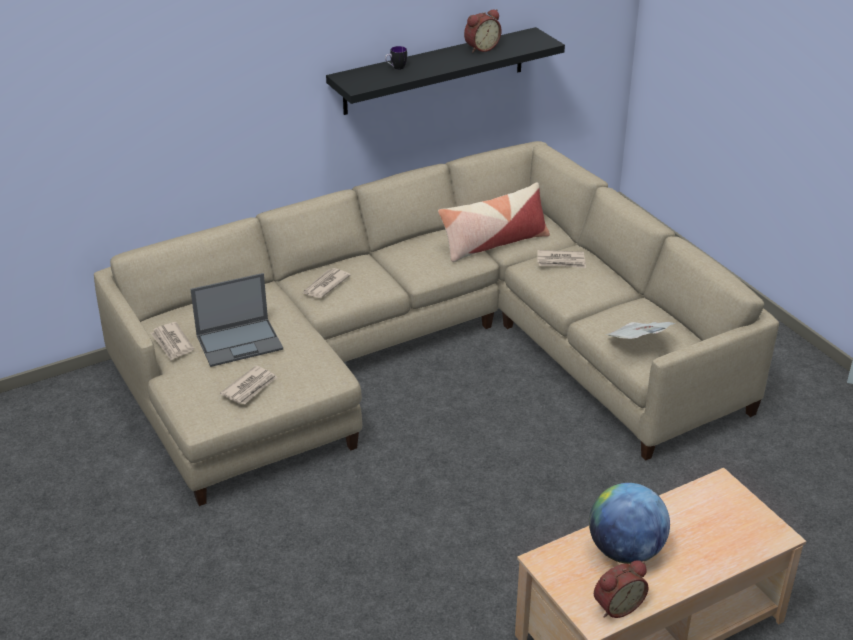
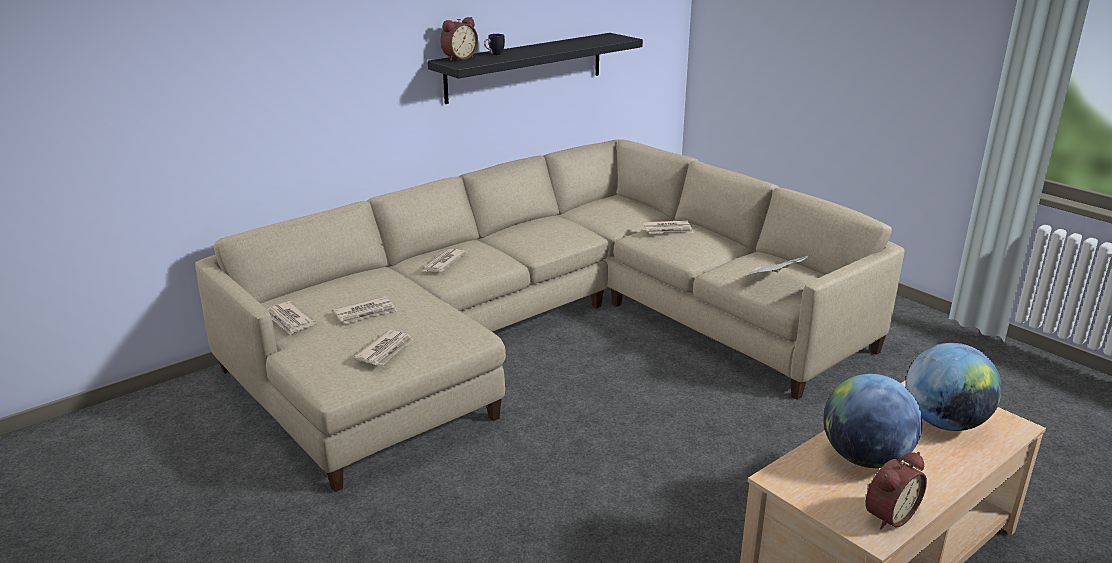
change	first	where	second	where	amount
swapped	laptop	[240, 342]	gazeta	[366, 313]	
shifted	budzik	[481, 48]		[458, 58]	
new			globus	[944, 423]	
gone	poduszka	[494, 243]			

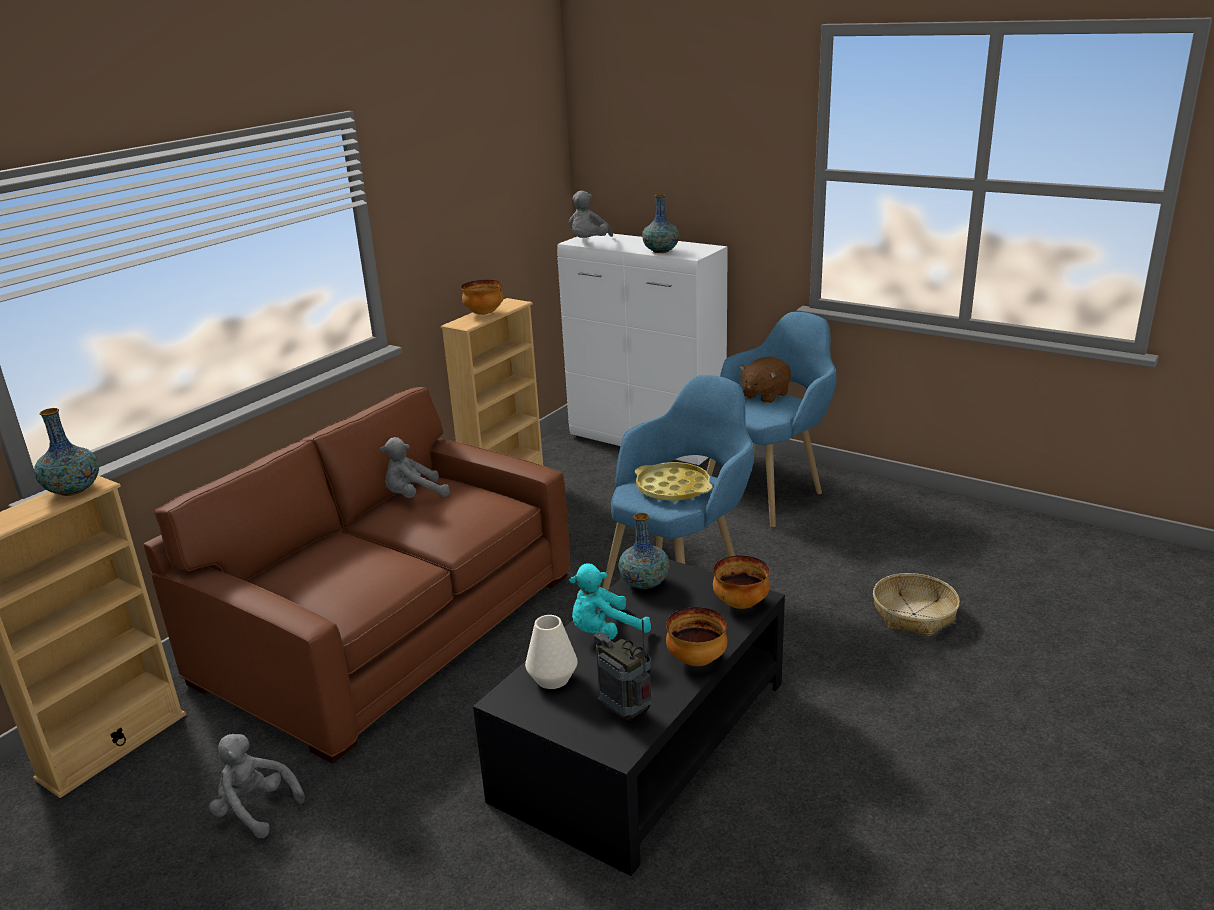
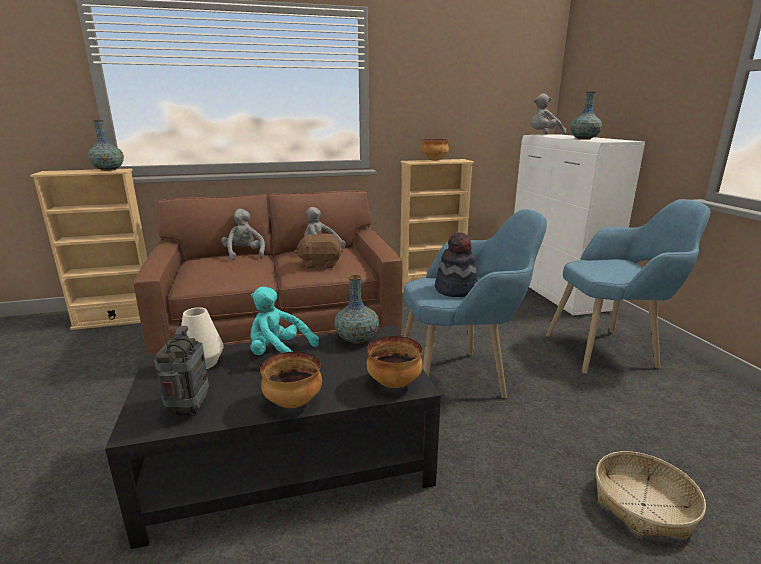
change	first	where	second	where	amount
shifted	pluszak/szary	[255, 809]		[244, 254]	
shifted	pluszak/brązowy	[764, 395]		[320, 264]	
swapped	taca/żółty	[673, 488]	kapelusz	[456, 289]	

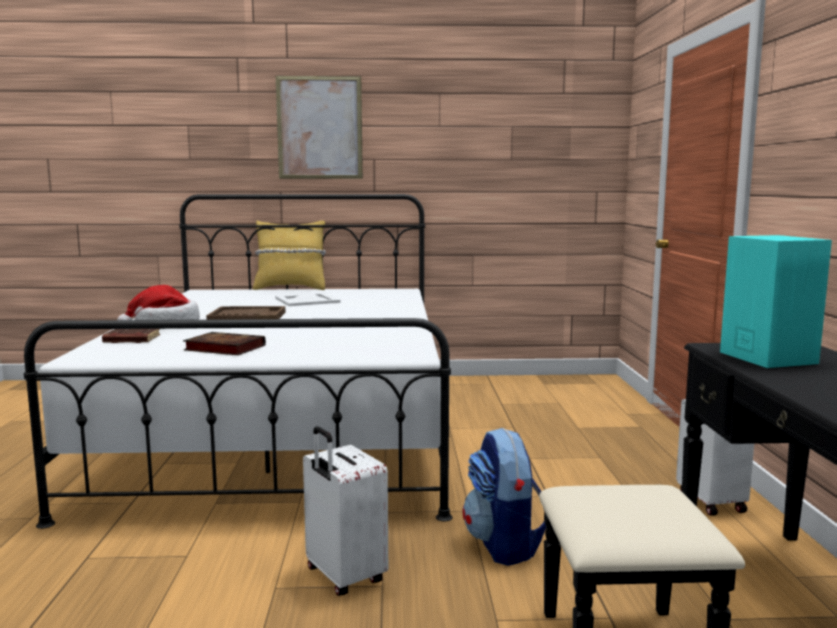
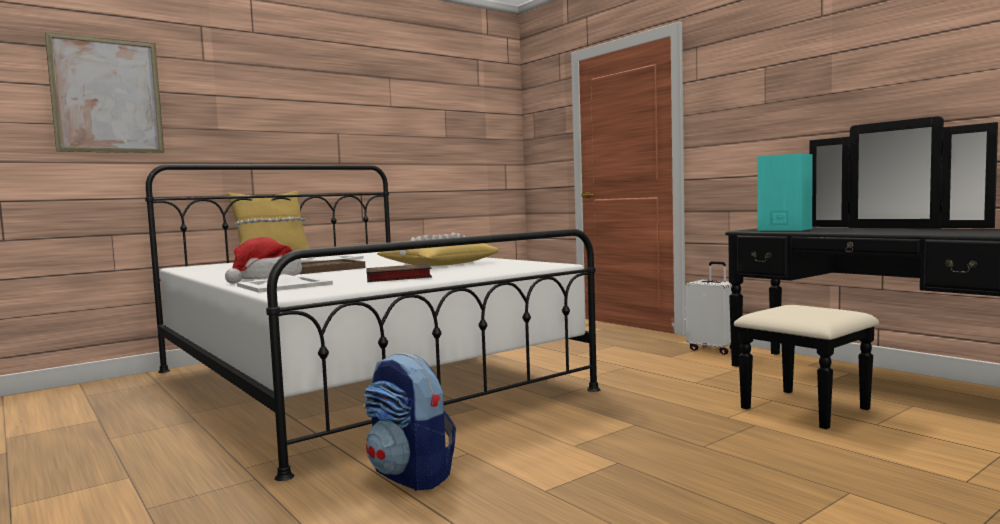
change	first	where	second	where	amount
shifted	obraz	[319, 128]		[107, 95]	
swapped	książka/brązowy	[131, 340]	taca/biały	[283, 285]	
shifted	plecak	[504, 545]		[411, 476]	
new			poduszka/żółty	[437, 264]	
gone	walizka/biały	[343, 577]			

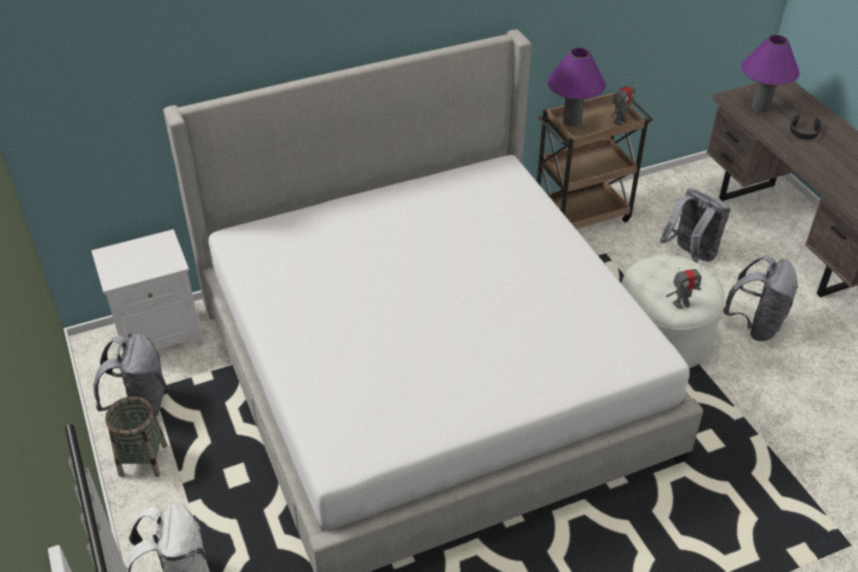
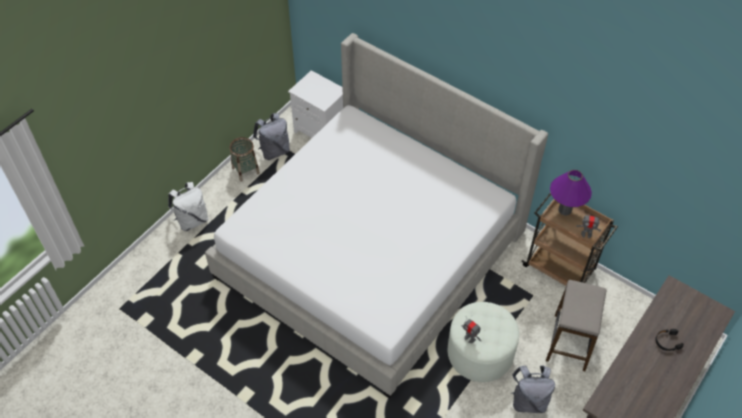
change	first	where	second	where	amount
swapped	plecak/szary	[690, 255]	stołek	[569, 342]	
gone	lampa stołowa/fioletowy	[760, 107]			

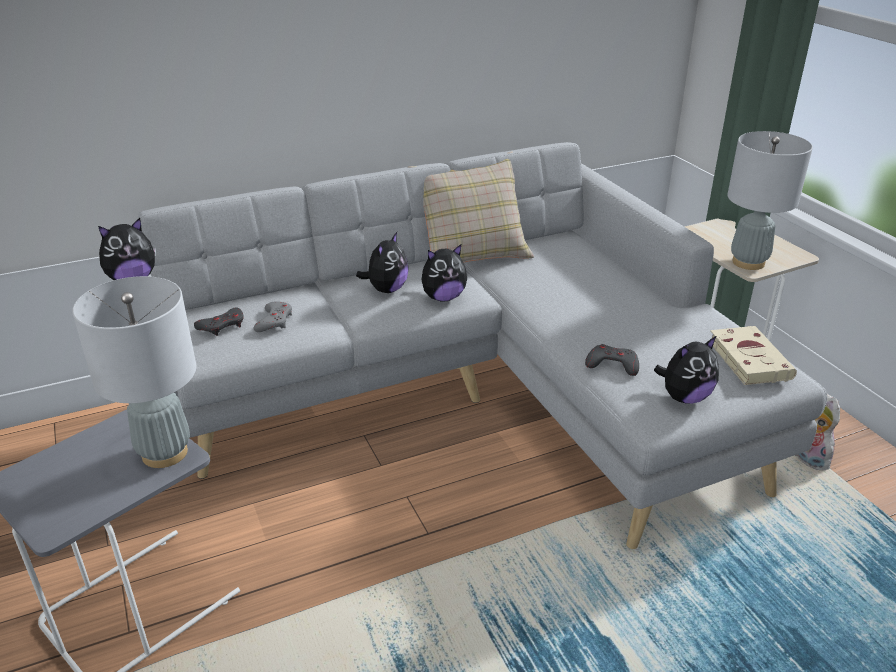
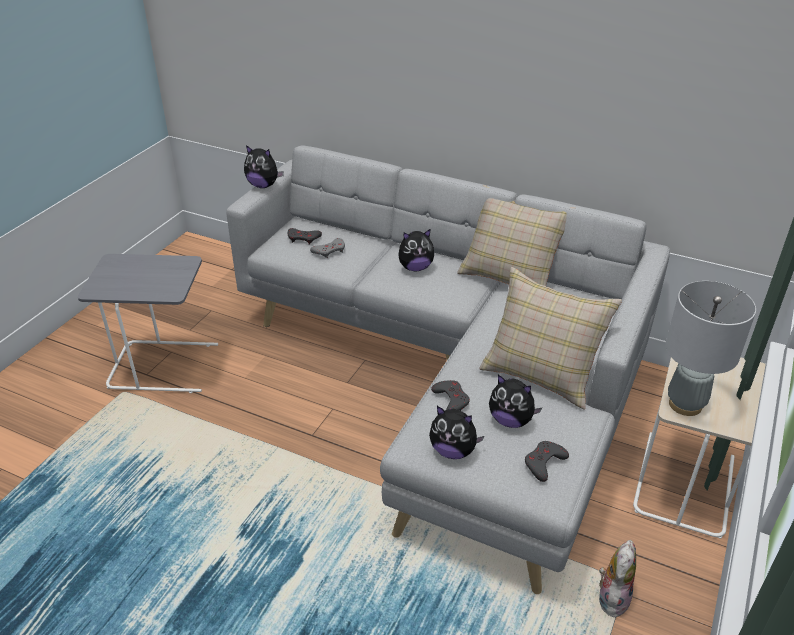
change	first	where	second	where	amount
new			poduszka/beżowy	[542, 372]	
shifted	pluszak	[443, 297]		[511, 420]	
swapped	książka/beżowy	[747, 358]	pad do gier/szary	[544, 463]	
gone	lampa stołowa/szary	[165, 453]			

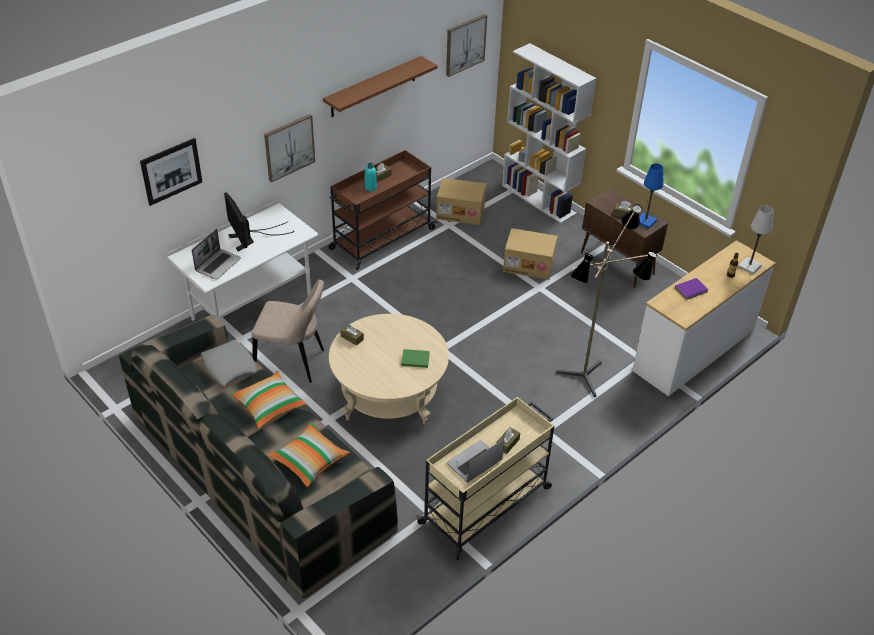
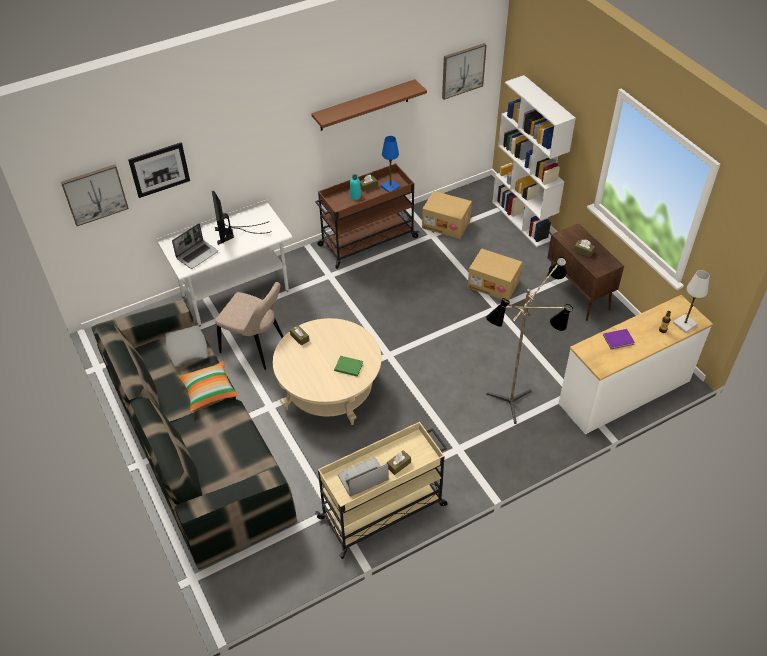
change	first	where	second	where	amount
shifted	obraz	[289, 147]		[95, 194]	
shifted	lampa stołowa/niebieski	[645, 221]		[390, 187]	
gone	poduszka	[310, 460]			

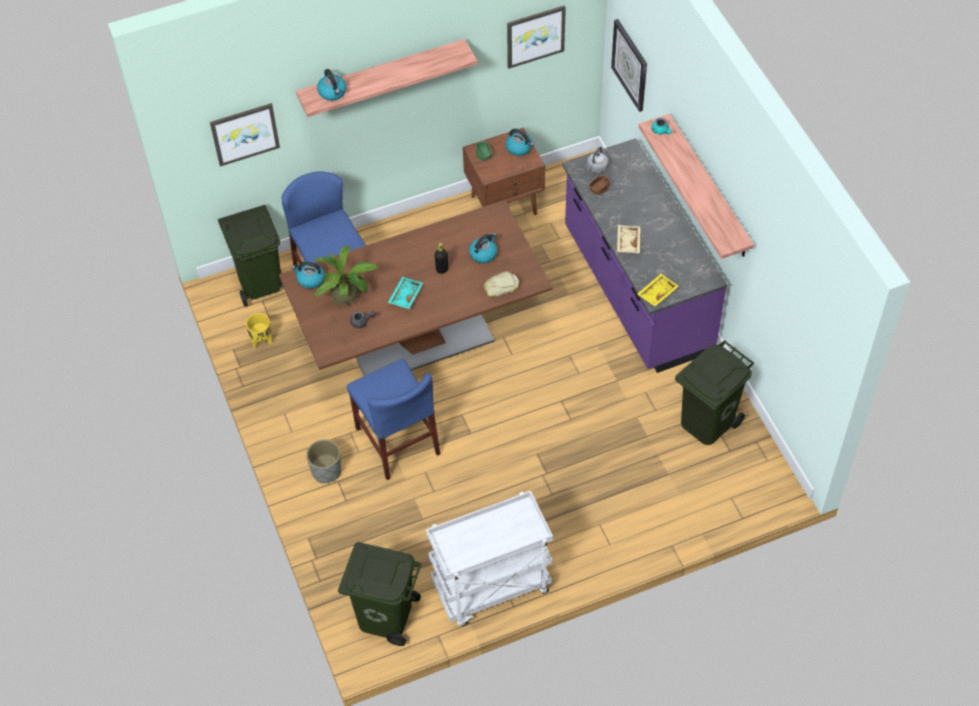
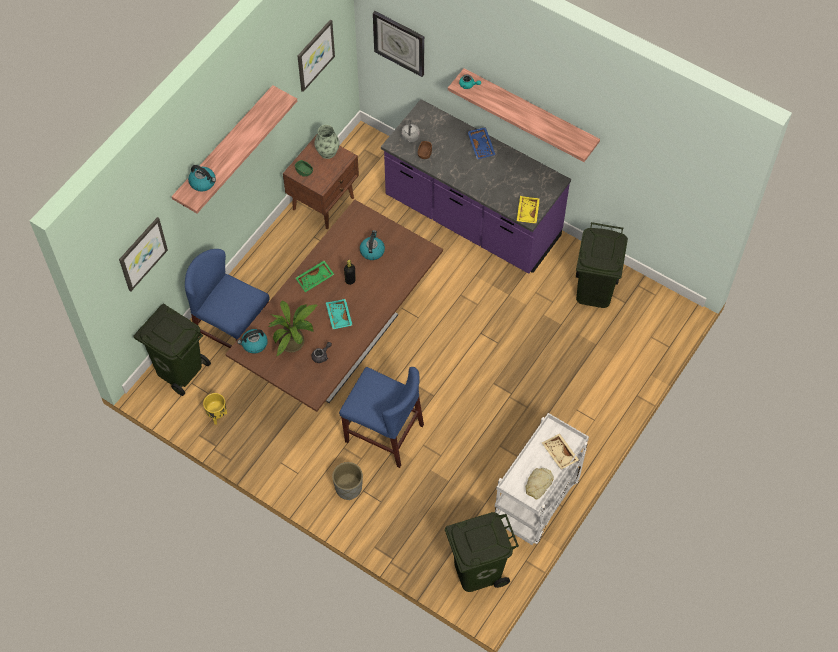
change	first	where	second	where	amount
new			taca/zielony	[315, 279]	
swapped	czajnik	[519, 148]	wazon	[327, 151]	
new			taca/niebieski	[481, 146]	
shifted	chleb	[501, 286]		[538, 484]	
shifted	taca/beżowy	[627, 242]		[559, 454]	

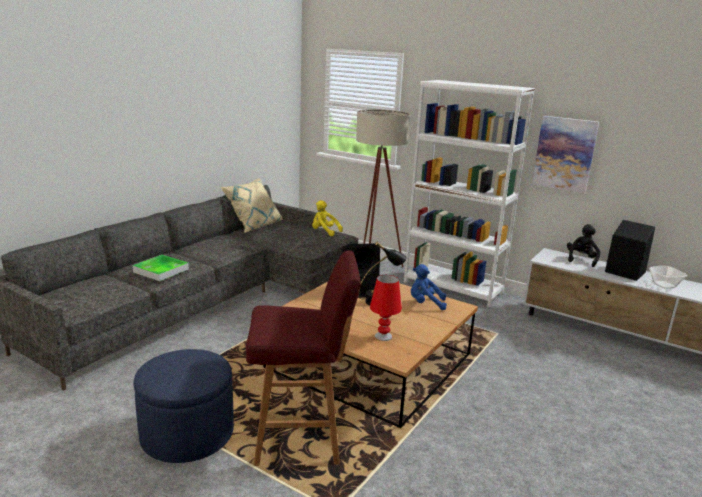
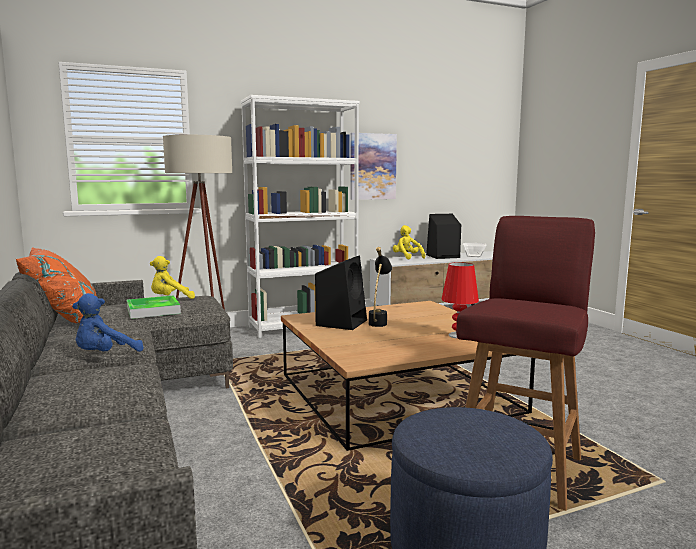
change	first	where	second	where	amount
repainted	poduszka/beżowy	[254, 225]	poduszka/pomarańczowy	[64, 318]	
shifted	pluszak/niebieski	[425, 304]		[105, 355]	
shifted	taca	[161, 270]		[153, 310]	
repainted	pluszak/czarny	[581, 259]	pluszak/żółty	[407, 257]	

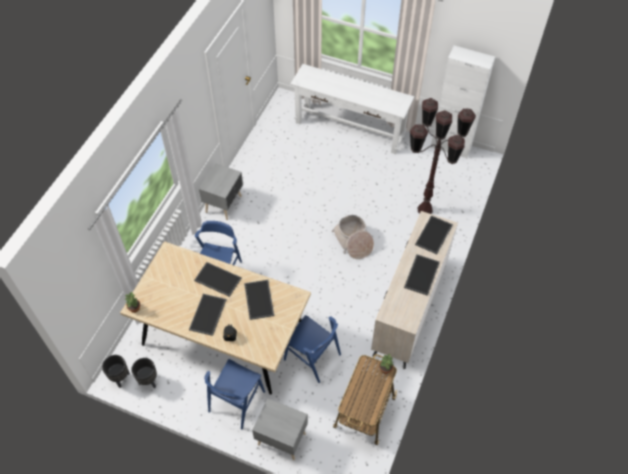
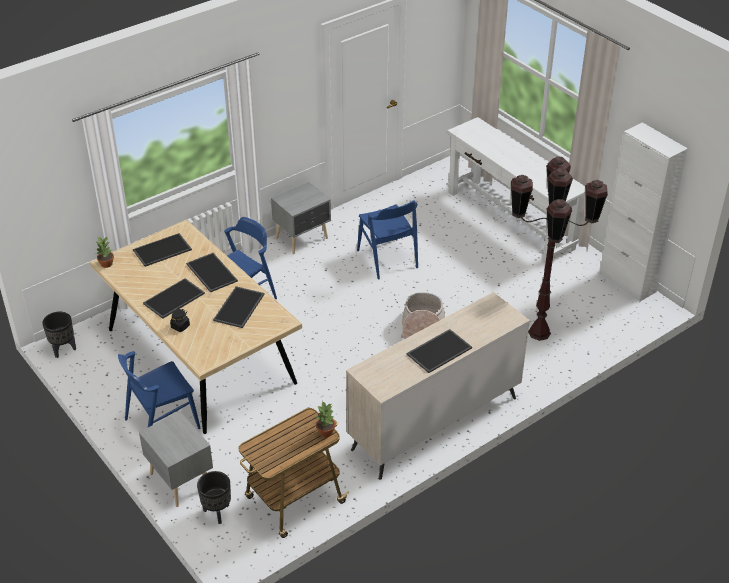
change	first	where	second	where	amount
shifted	taca	[434, 235]		[162, 251]	
shifted	donica/czarny	[148, 381]		[217, 512]	
shifted	krzesło/niebieski	[312, 357]		[387, 259]	

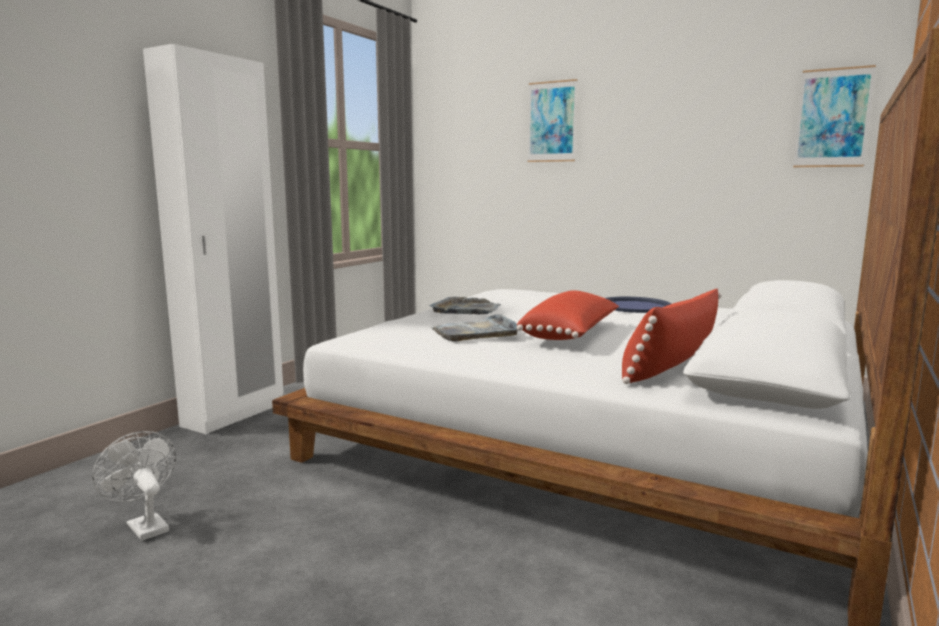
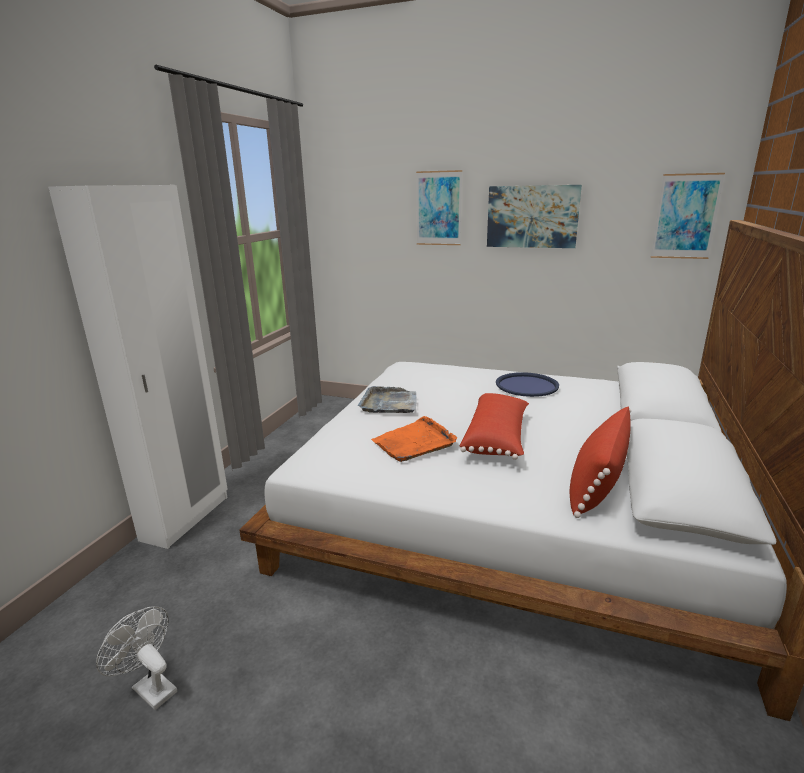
change	first	where	second	where	amount
repainted	taca/szary	[476, 332]	taca/pomarańczowy	[414, 442]	
new			obraz	[532, 216]	

